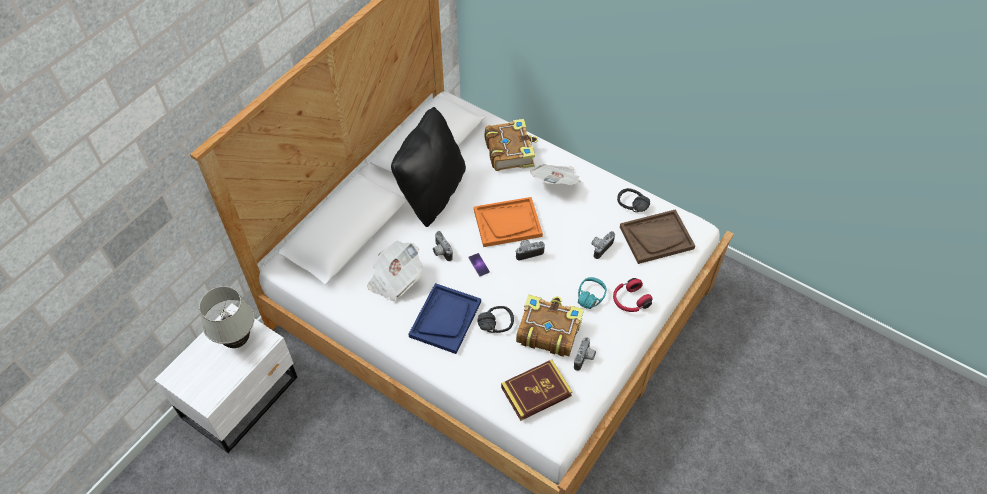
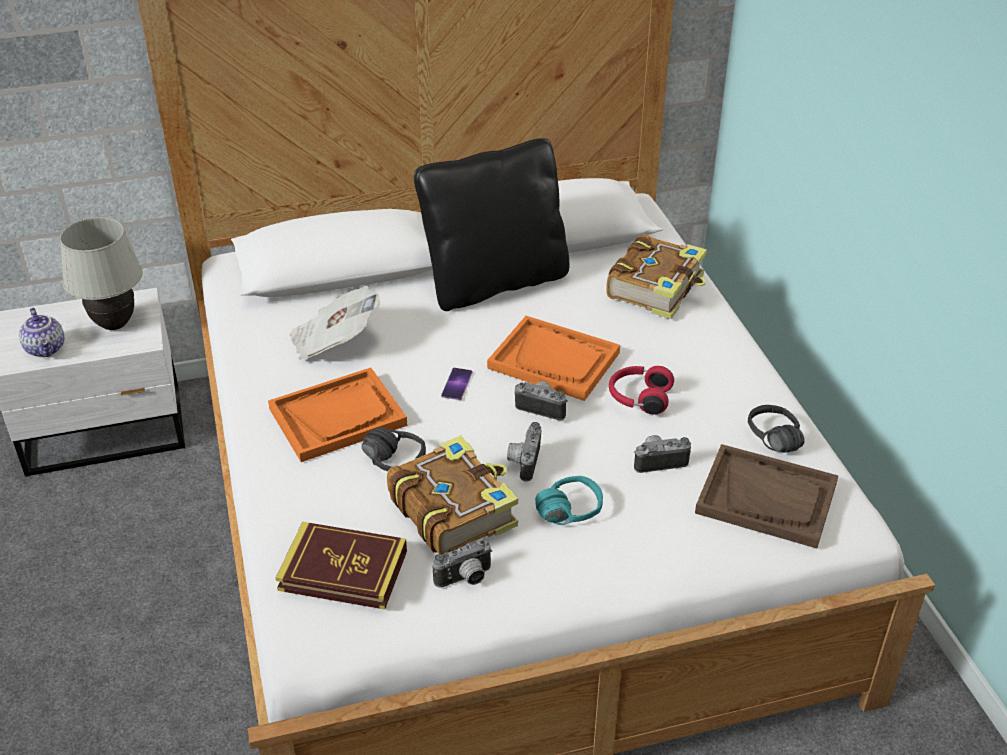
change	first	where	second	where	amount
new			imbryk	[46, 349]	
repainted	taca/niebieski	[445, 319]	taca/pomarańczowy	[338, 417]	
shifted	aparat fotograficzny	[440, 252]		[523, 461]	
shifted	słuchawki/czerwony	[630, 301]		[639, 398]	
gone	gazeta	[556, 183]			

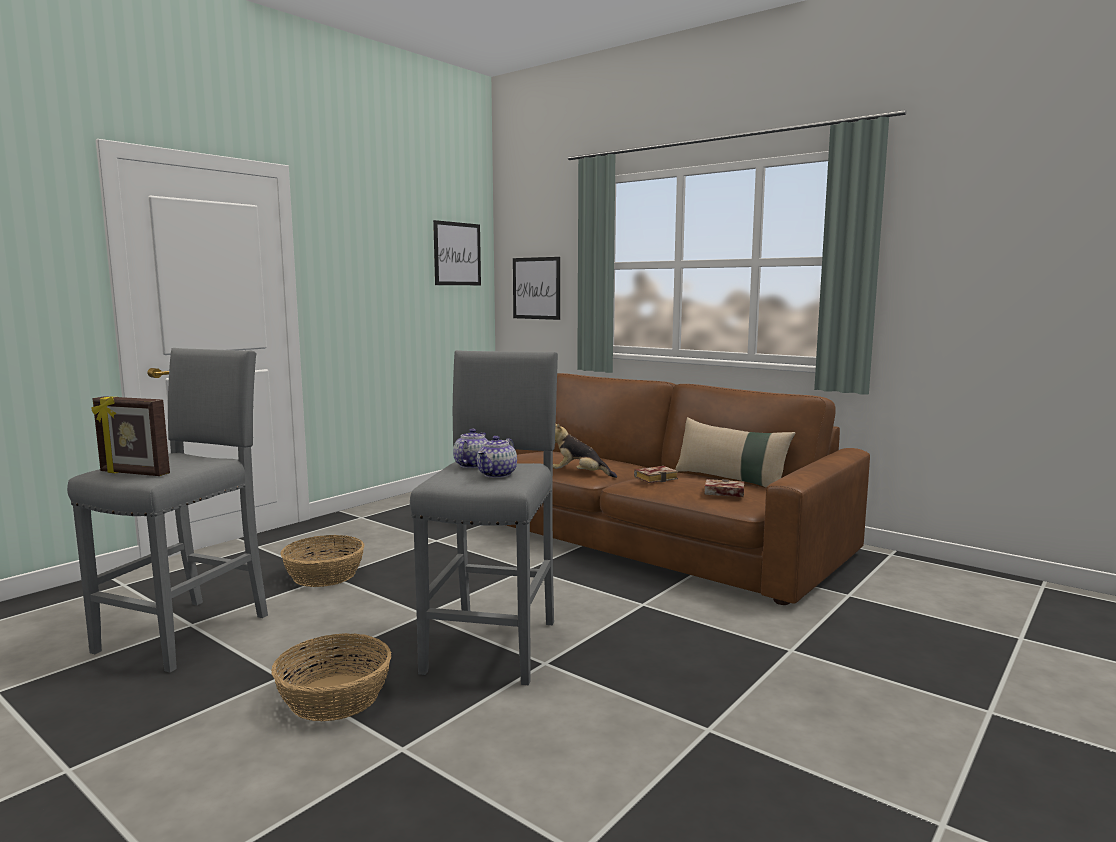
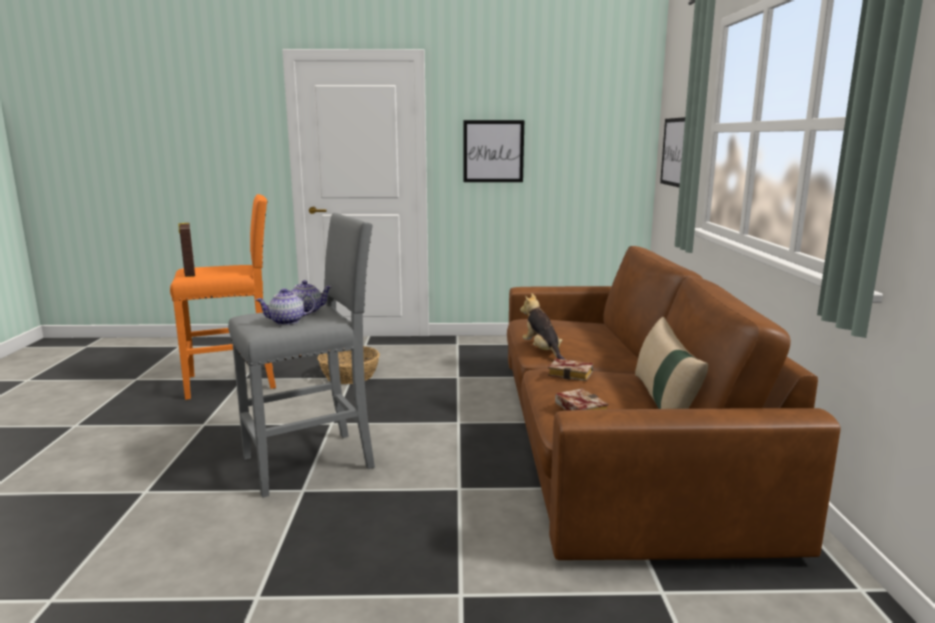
change	first	where	second	where	amount
repainted	stołek/szary	[188, 632]	stołek/pomarańczowy	[234, 382]	
shifted	obraz	[457, 254]		[493, 151]	
gone	koszyk	[335, 697]			

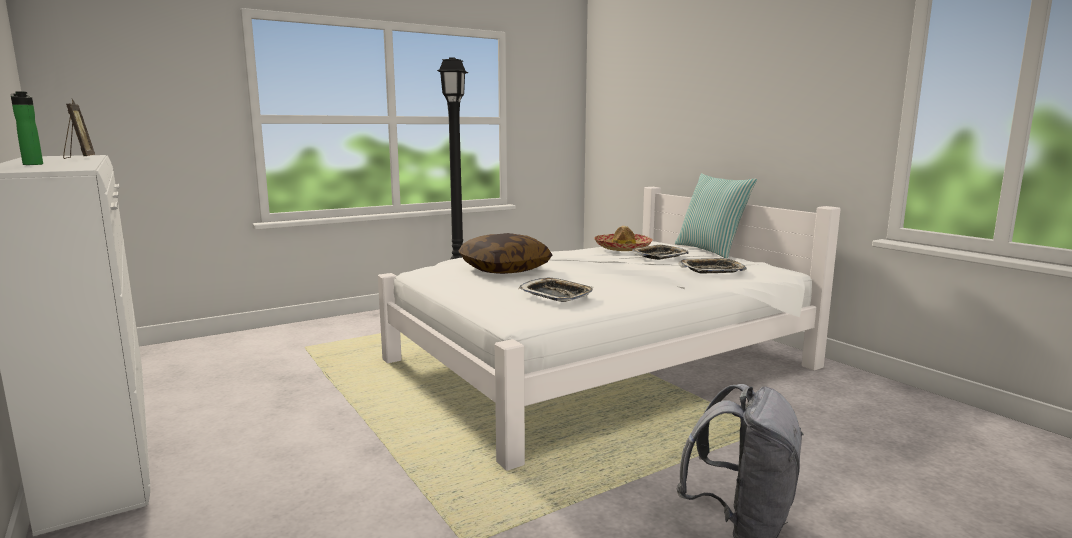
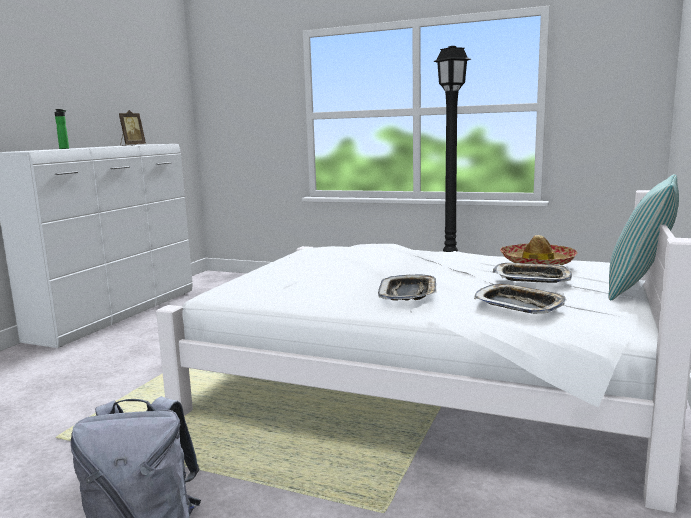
change	first	where	second	where	amount
shifted	taca	[556, 295]		[408, 293]	
gone	poduszka	[505, 269]			

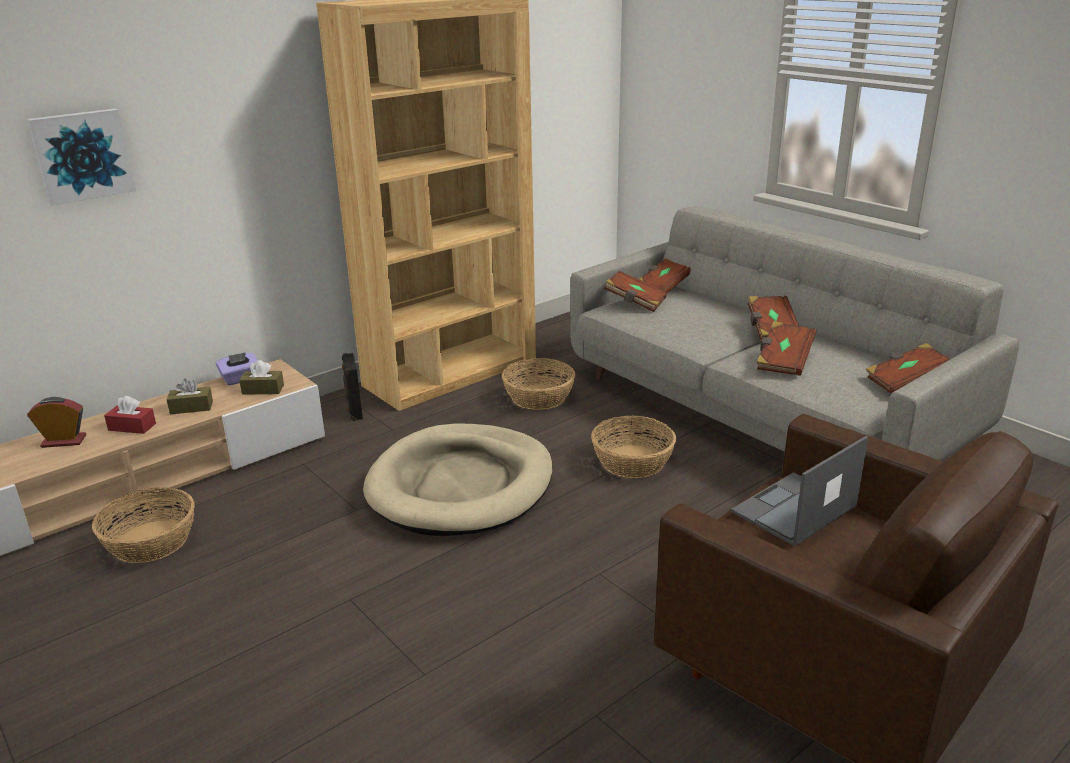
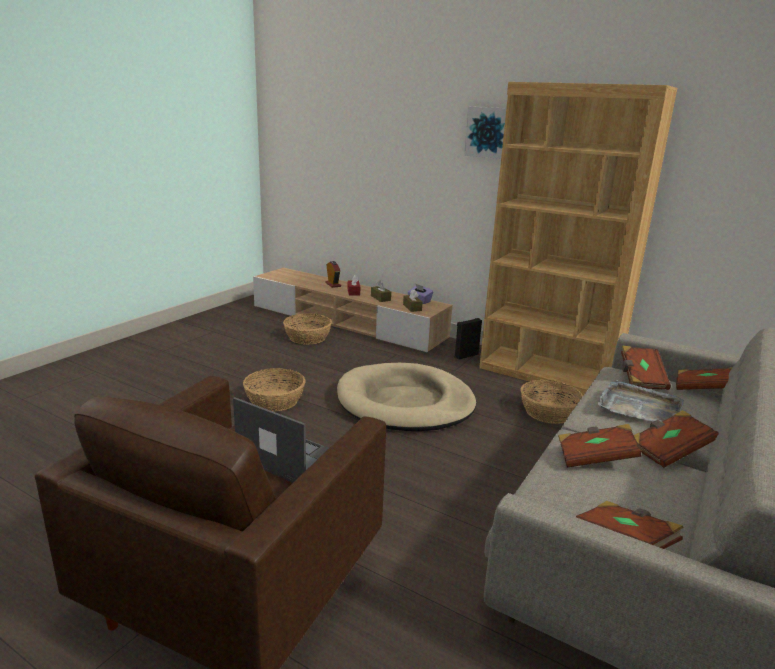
change	first	where	second	where	amount
shifted	koszyk	[631, 462]		[274, 400]	
shifted	obraz	[82, 155]		[490, 132]	
new			taca/szary	[639, 406]	

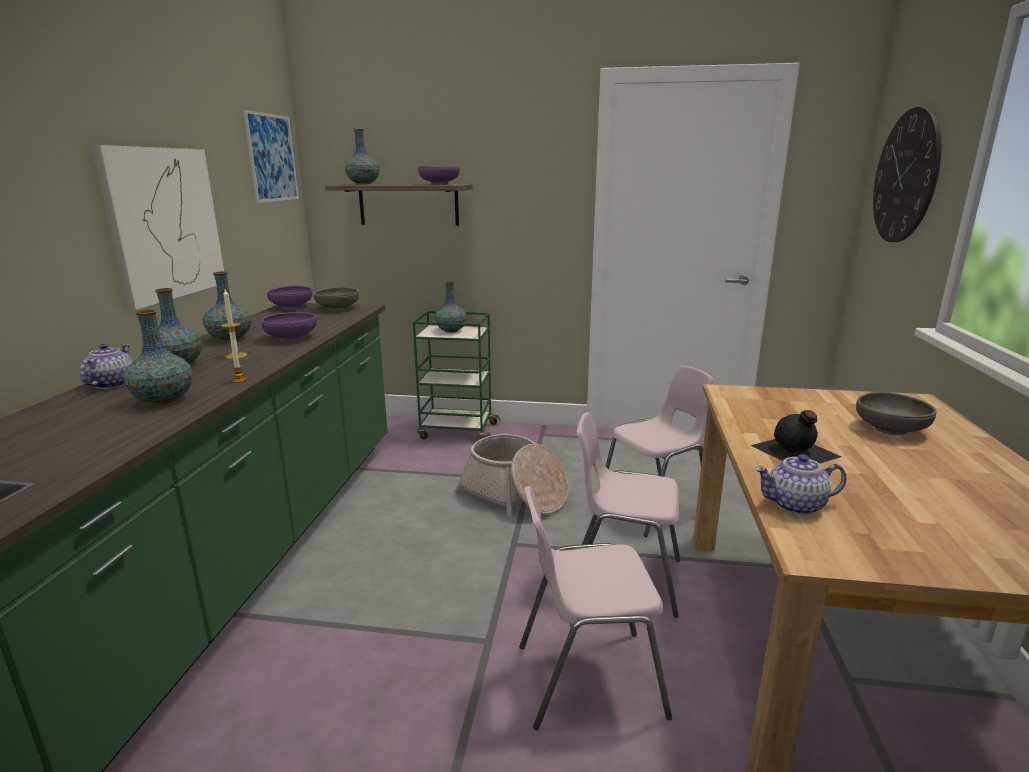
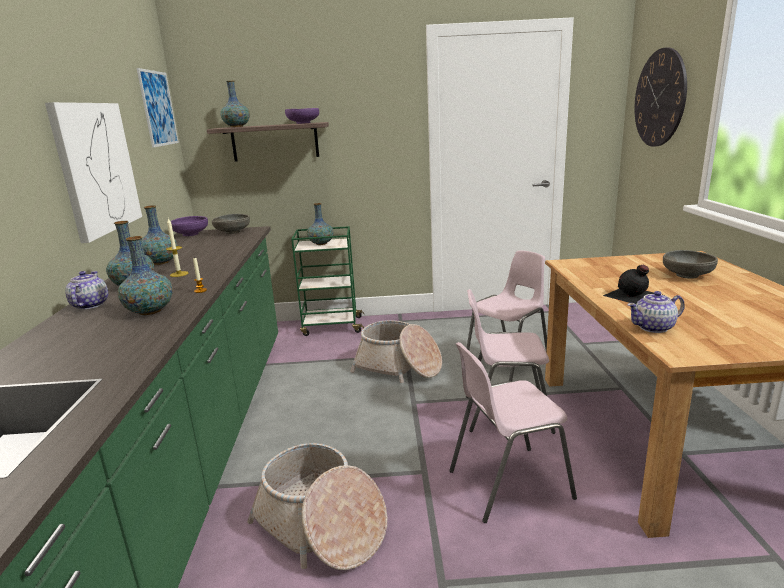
change	first	where	second	where	amount
new			koszyk	[321, 526]	
gone	miska/fioletowy	[291, 338]			

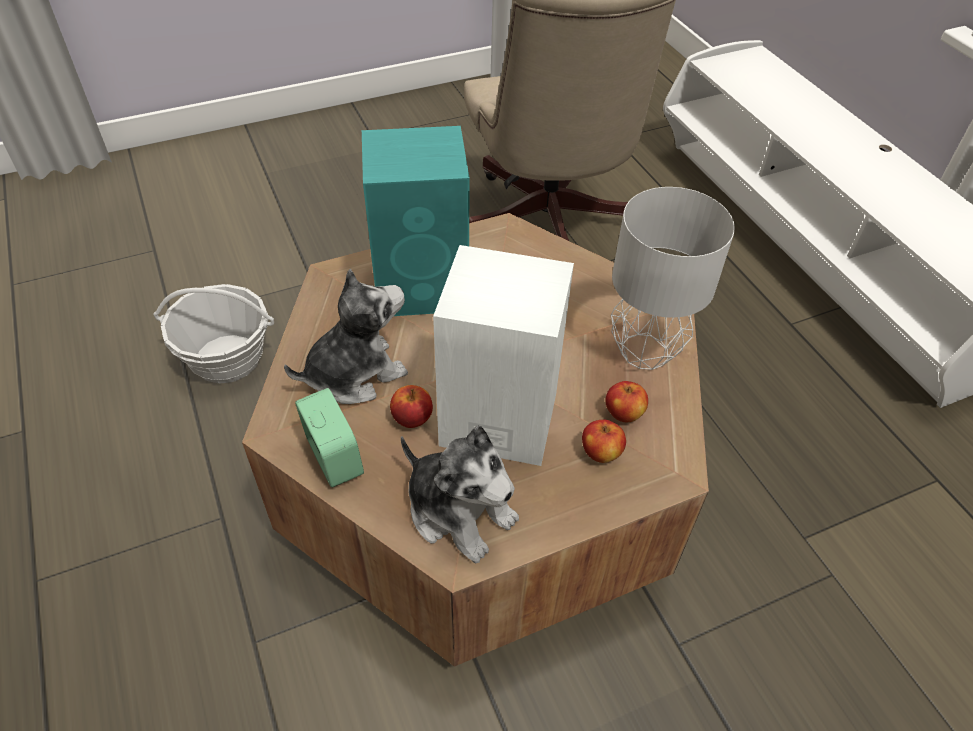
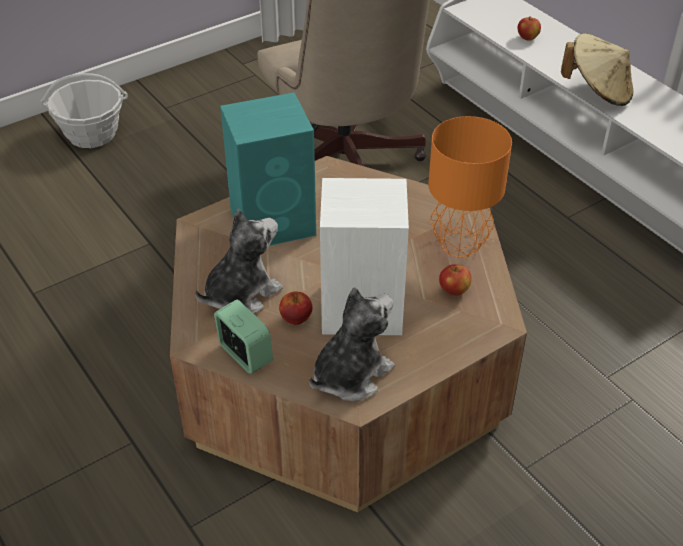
change	first	where	second	where	amount
shifted	koszyk	[227, 358]		[91, 134]	
rotated	pluszak	[459, 511]		[350, 374]	75 degrees counterclockwise
repainted	lampa stołowa/szary	[643, 352]	lampa stołowa/pomarańczowy	[458, 245]	
shifted	jabłko	[601, 453]		[527, 38]	
new			kapelusz/beżowy	[597, 92]	

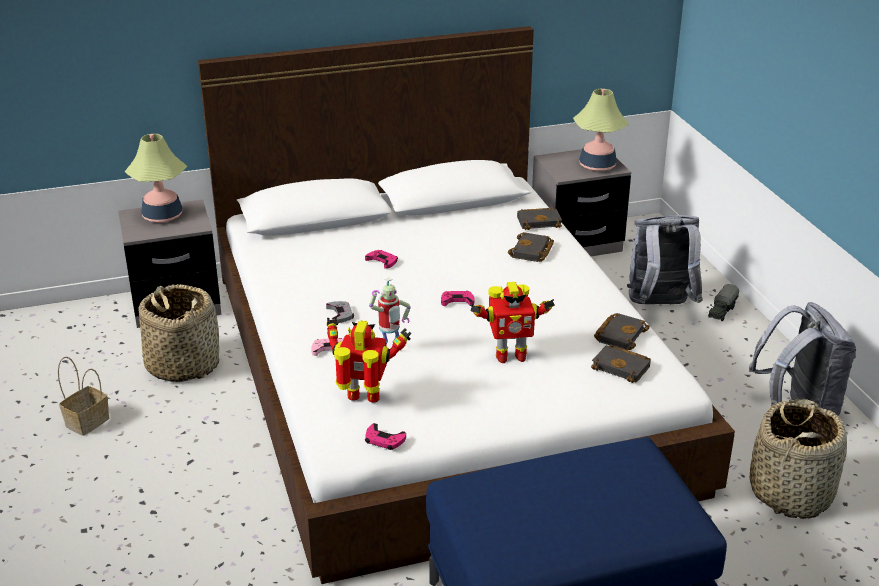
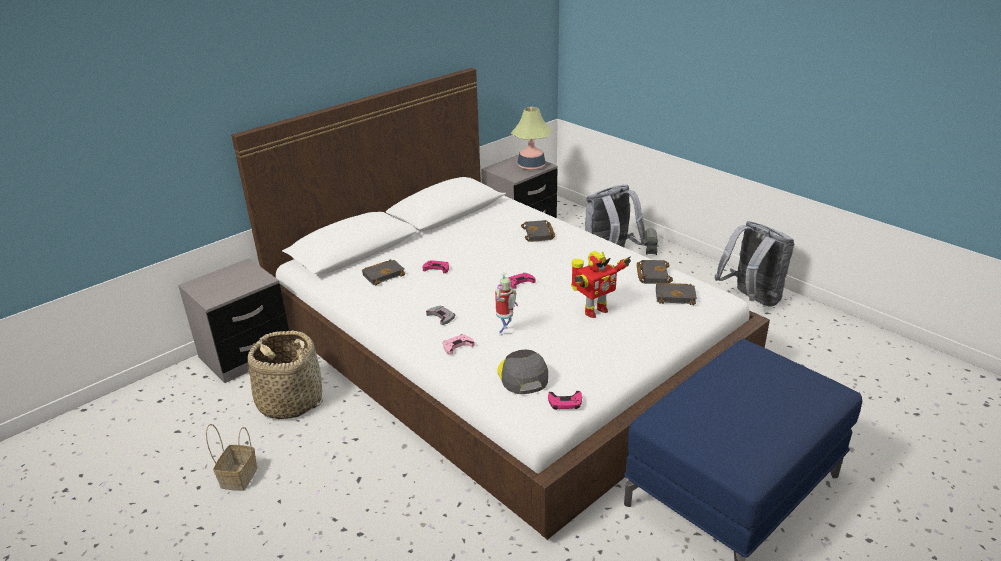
change	first	where	second	where	amount
shifted	książka/czarny	[540, 221]		[384, 274]	
swapped	robot zabawkowy	[364, 399]	czapka z daszkiem/szary	[522, 375]	
gone	lampa stołowa	[162, 216]			
gone	koszyk	[791, 492]			

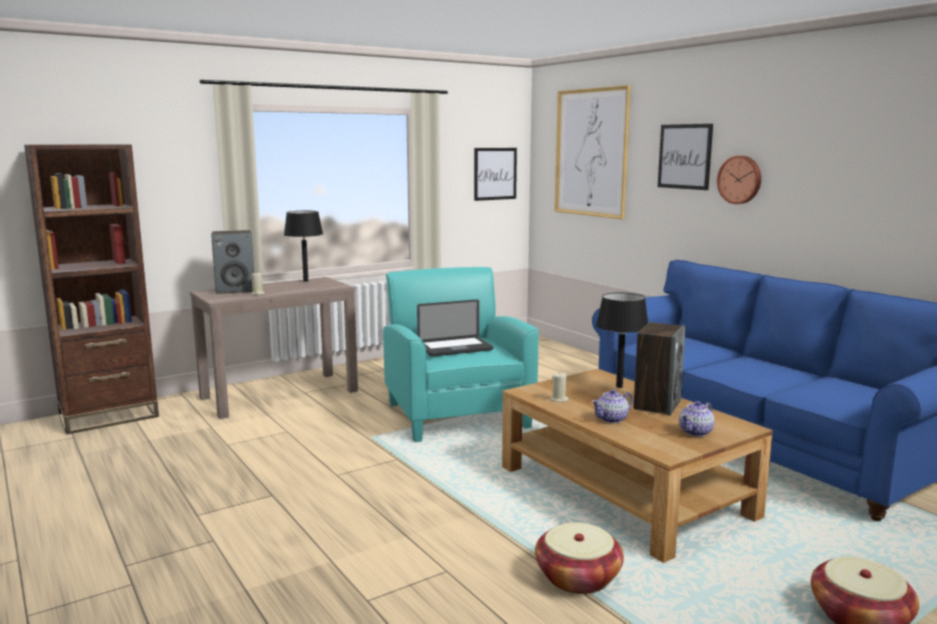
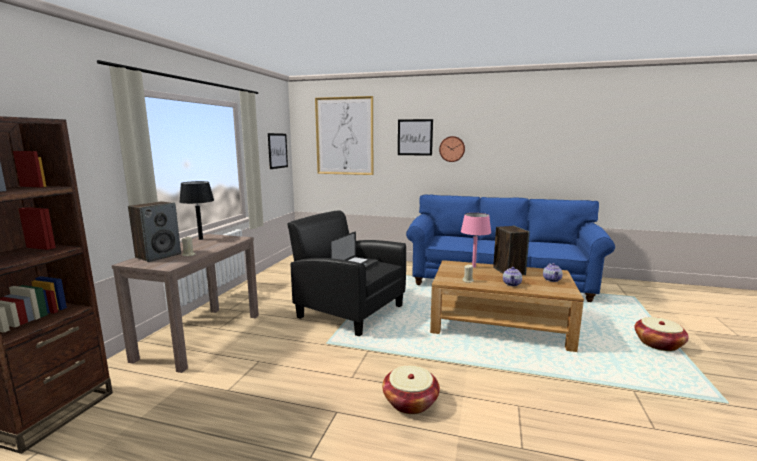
change	first	where	second	where	amount
repainted	fotel/turkusowy	[457, 415]	fotel/czarny	[350, 311]	
shifted	koszyk	[578, 577]		[410, 402]	
repainted	lampa stołowa/czarny	[619, 387]	lampa stołowa/różowy	[473, 267]	

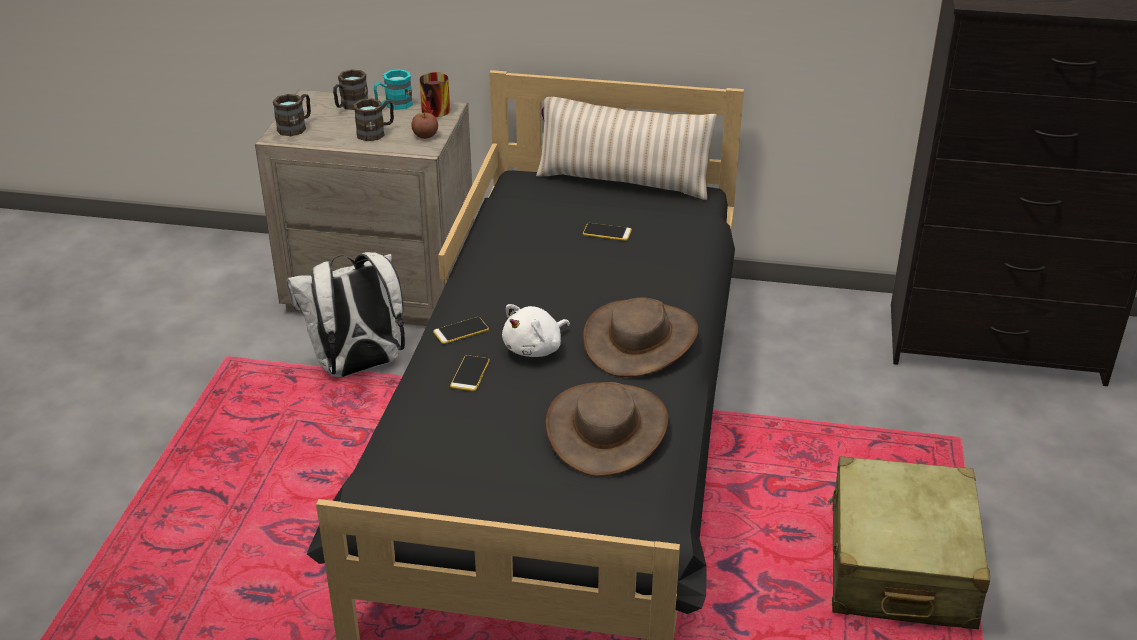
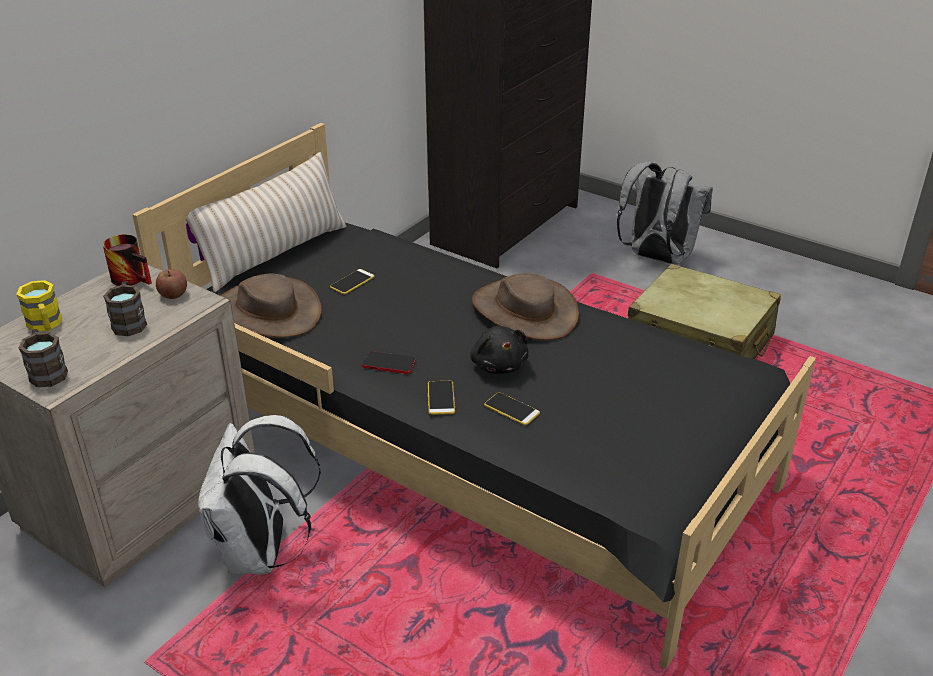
change	first	where	second	where	amount
repainted	kubek/brązowy	[350, 106]	kubek/żółty	[46, 325]	
shifted	kapelusz/brązowy	[607, 429]		[267, 311]	
new			telefon	[389, 363]	
repainted	pluszak/biały	[535, 348]	pluszak/czarny	[499, 364]	
new			plecak/szary	[656, 258]	
gone	kubek/turkusowy	[393, 105]			

